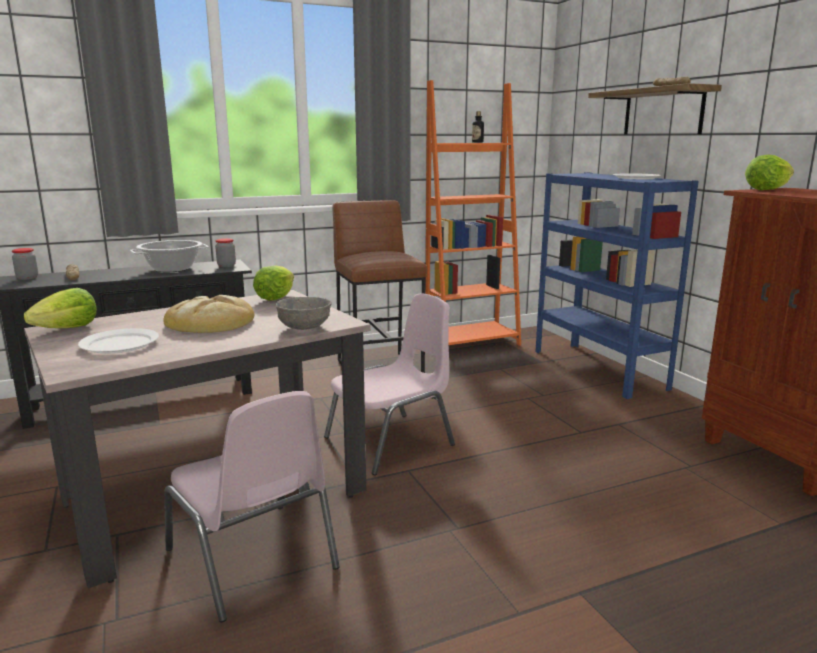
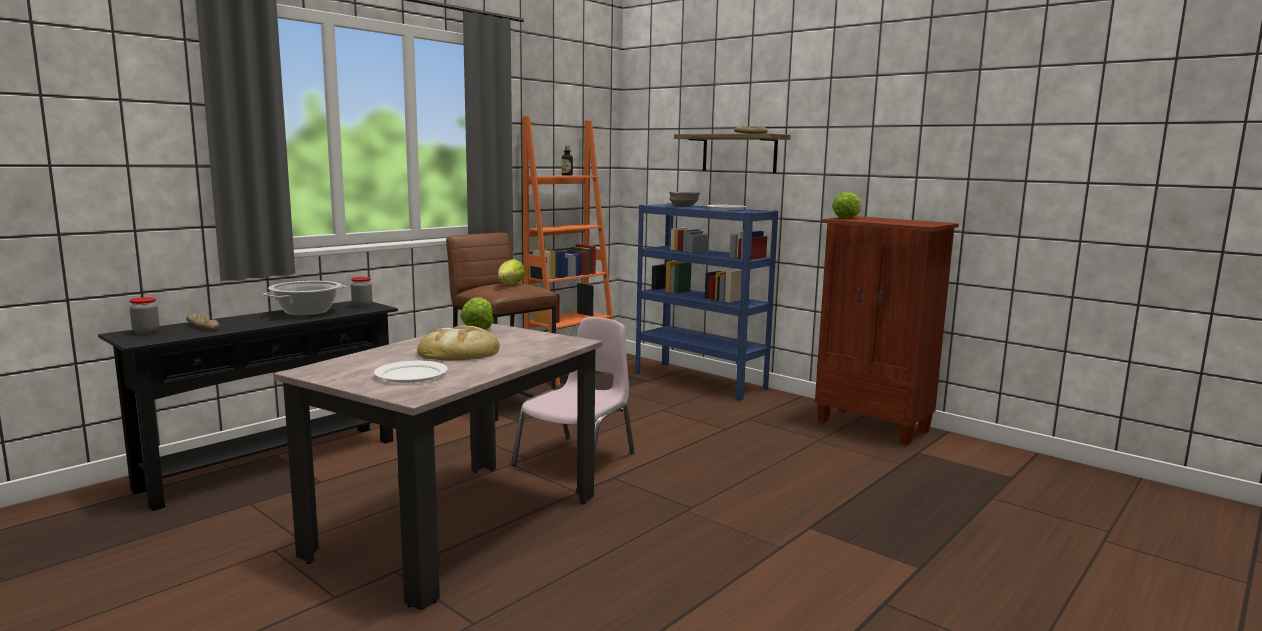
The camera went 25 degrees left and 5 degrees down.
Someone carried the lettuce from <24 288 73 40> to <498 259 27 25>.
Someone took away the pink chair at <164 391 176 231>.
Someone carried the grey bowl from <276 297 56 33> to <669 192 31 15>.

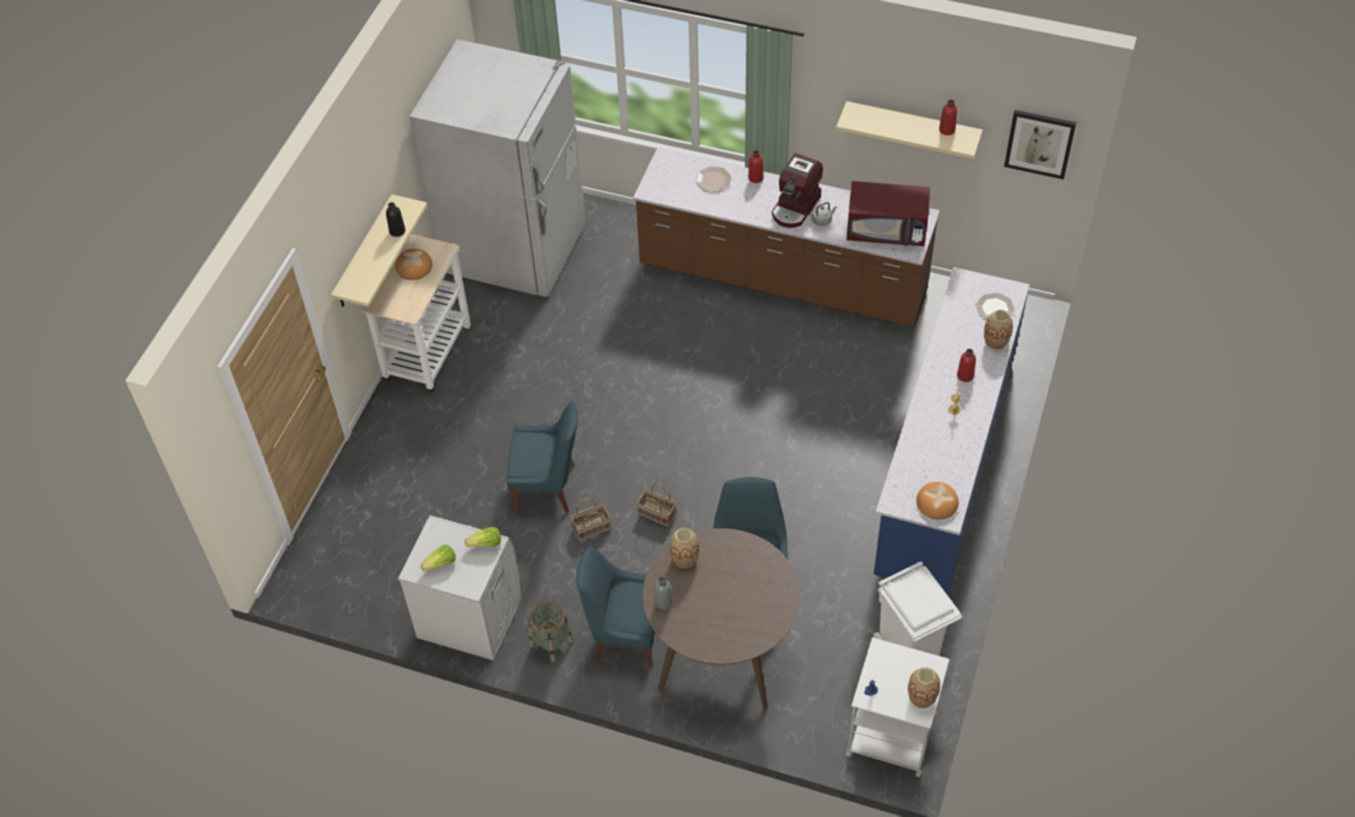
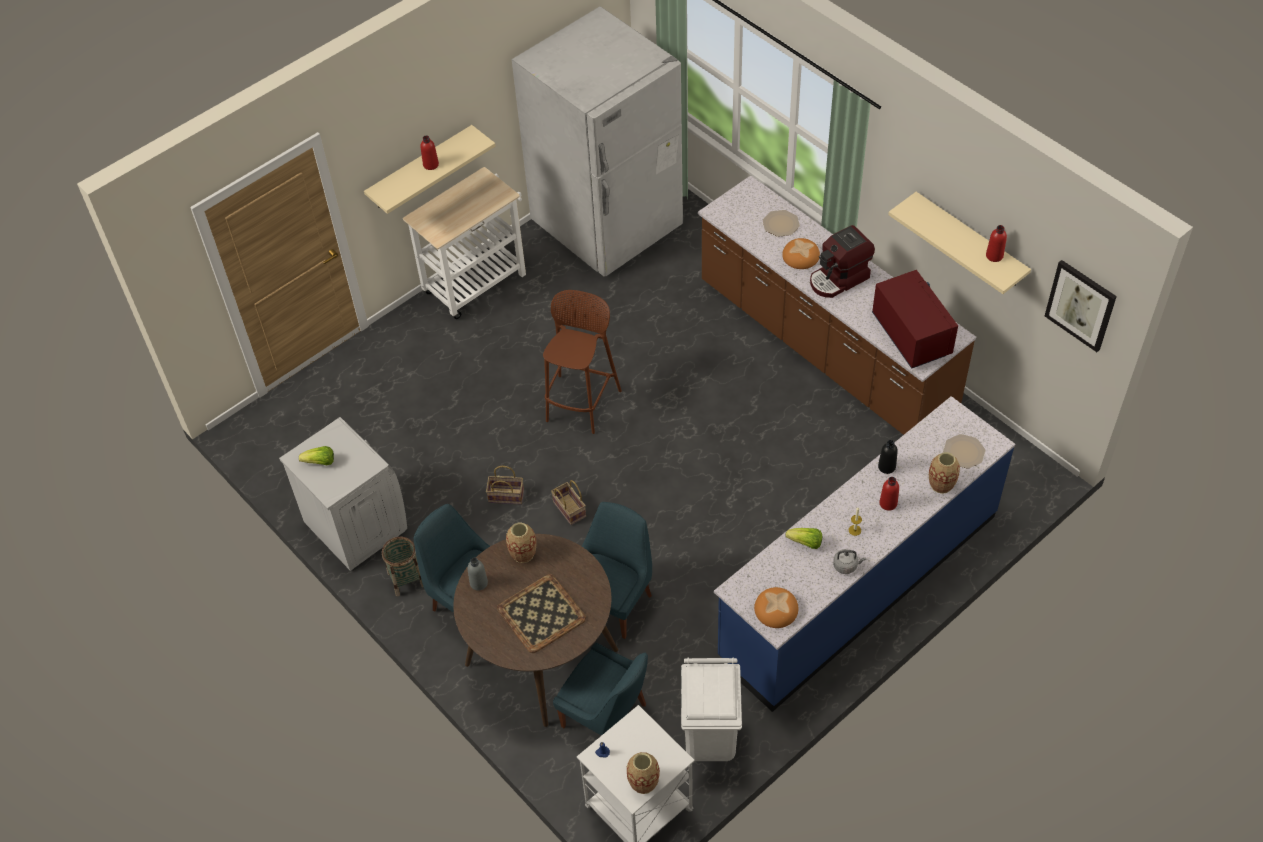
The camera went 30 degrees right and 0 degrees up.
Someone carried the black bottle from <386 202 19 35> to <878 440 20 34>.
Someone carried the bread from <395 249 37 31> to <782 238 38 31>.
Someone carried the lettuce from <465 527 36 20> to <786 528 36 21>.
Someone carried the blue chair from <507 401 71 112> to <553 643 95 93>.
Someone carried the red bottle from <748 150 16 33> to <420 135 19 35>.
Someone carried the grey kettle from <811 202 26 24> to <833 549 33 25>.
Someone rotated the red microwave at <847 181 83 65> by 150 degrees counterclockwise.
Someone put down the tray at <497 574 89 79>.
Someone put down the brown stool at <543 290 79 144>.

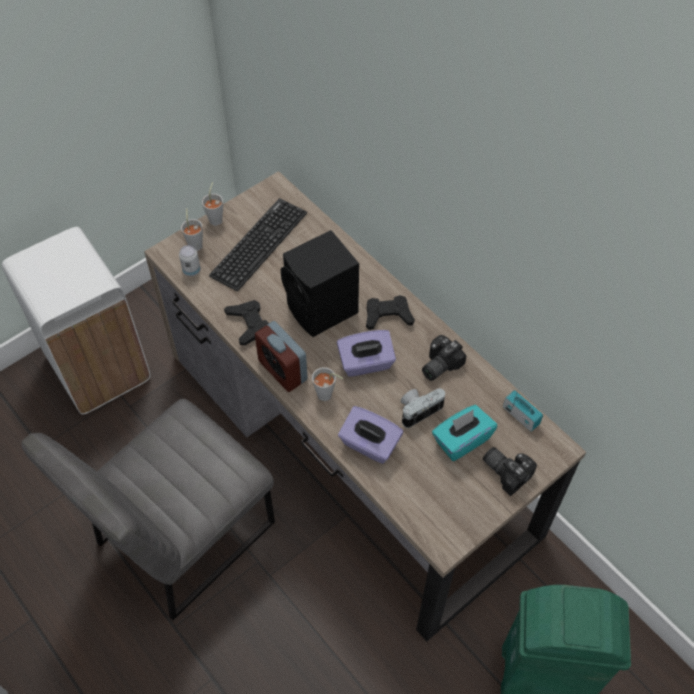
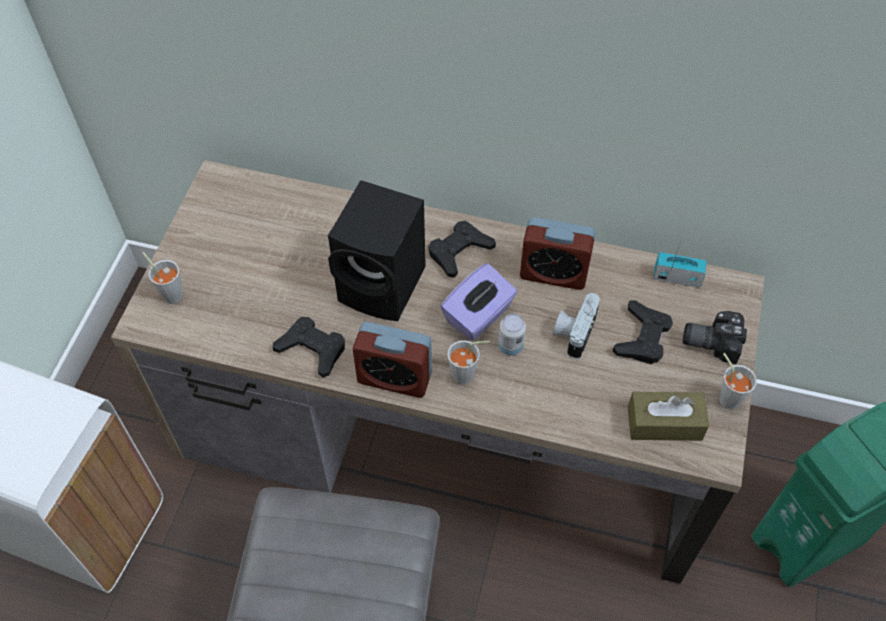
The camera went 35 degrees left and 0 degrees up.
Someone carried the can from <179 245 22 31> to <498 314 28 42>.
Someone carried the grey cup from <202 182 21 44> to <719 353 38 57>.
Someone took away the keyboard at <209 198 98 93>.
Someone took away the purple tissue box at <338 406 65 58>.
Someone swapped the photo camera at <422 335 44 46> for the alarm clock at <520 217 76 73>.
Someone swapped the turquoise tissue box at <432 405 65 56> for the black game controller at <613 300 60 64>.
Someone put down the brown tissue box at <628 392 81 49>.

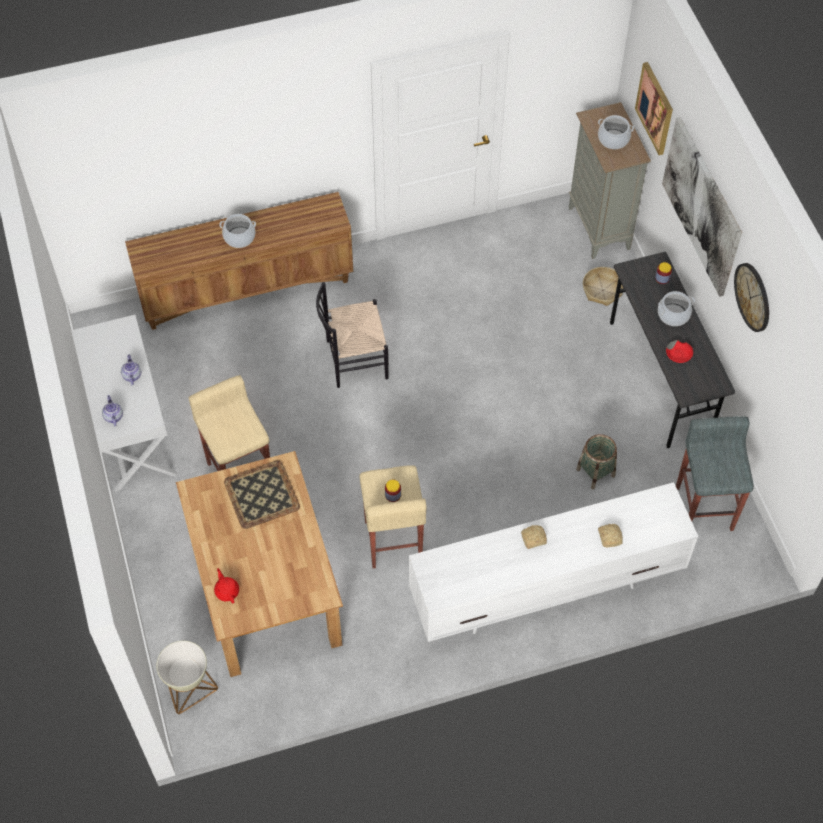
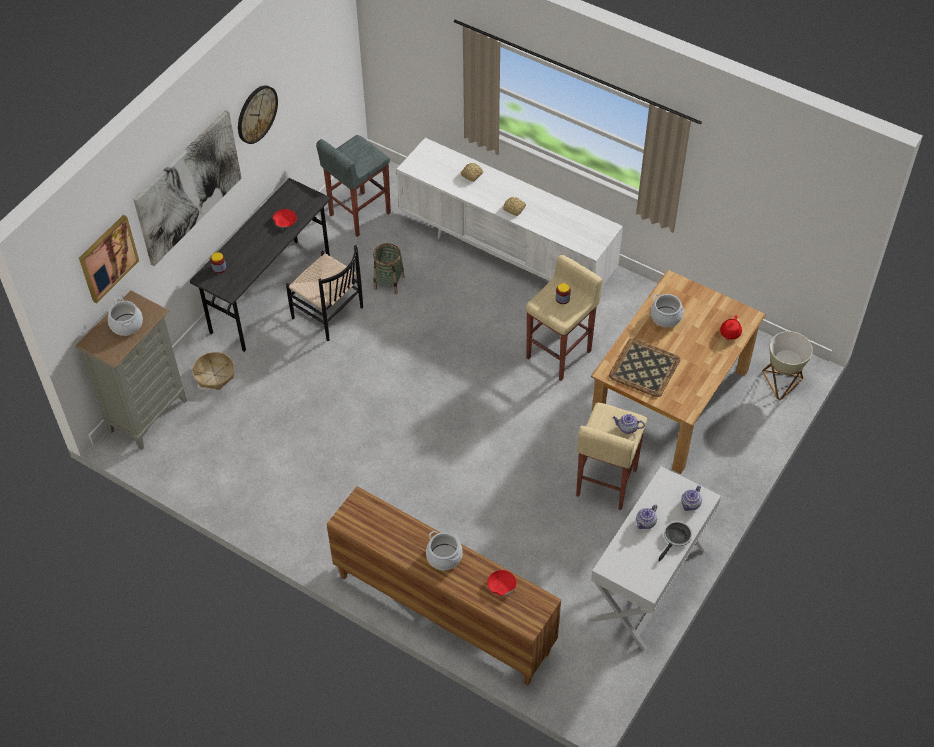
The camera went 130 degrees left and 5 degrees down.
Someone carried the black chair from <316 282 73 106> to <286 245 77 96>.
Someone carried the cooking pot from <658 291 37 35> to <650 294 34 33>.
Someone put down the red bowl at <487 570 30 26>.
Someone put down the teapot at <613 414 32 20>.
Someone put down the frying pan at <659 521 33 41>.

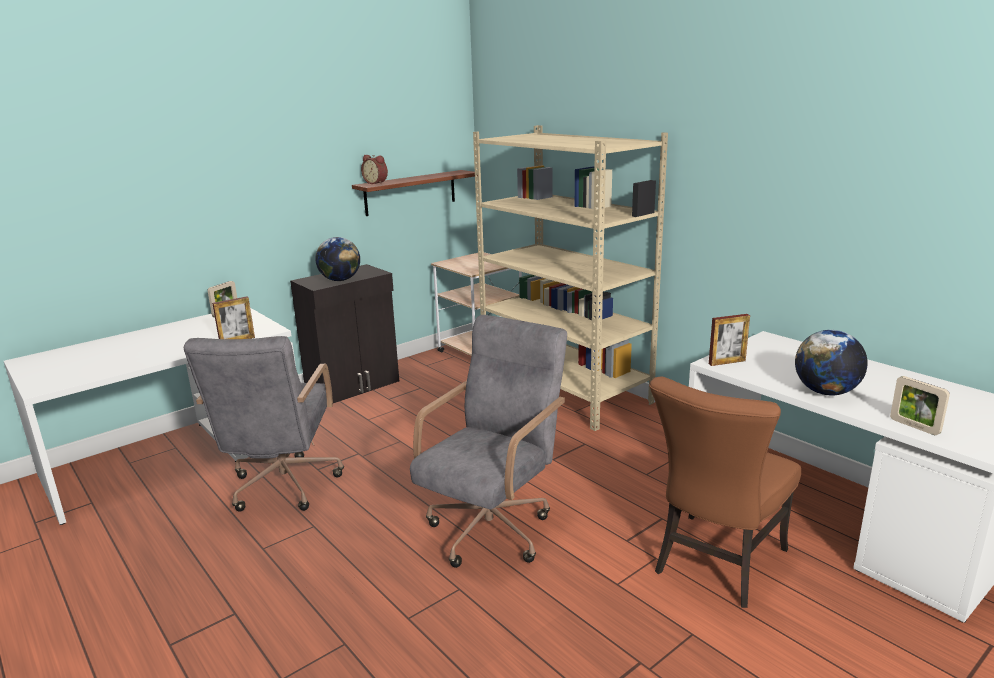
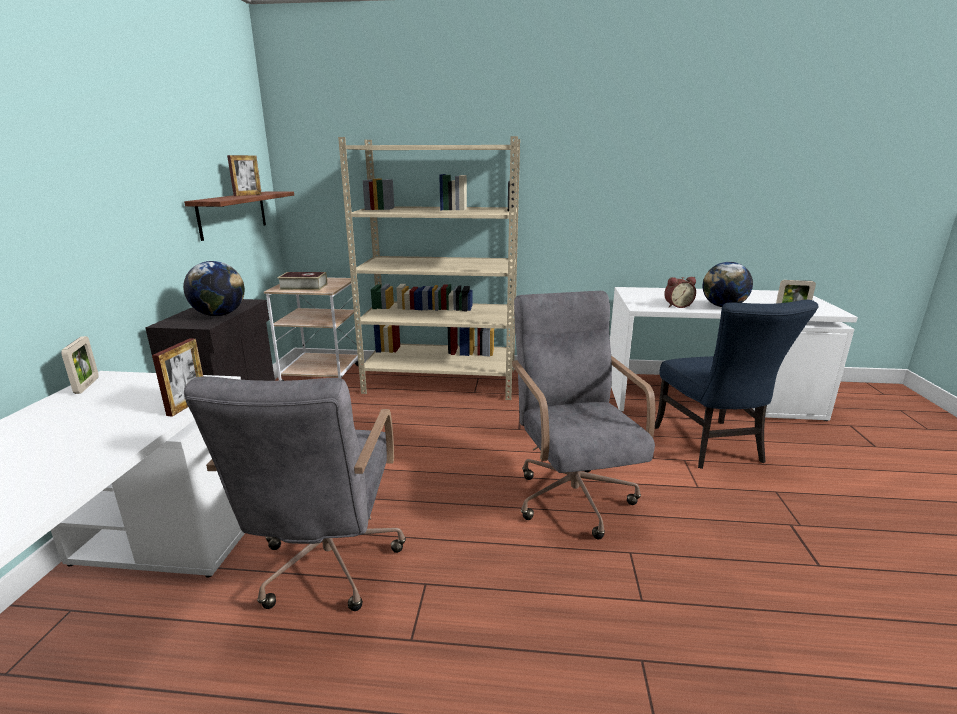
The camera went 45 degrees left and 0 degrees up.
Someone rotated the grey office chair at <184 336 160 176> by 45 degrees clockwise.
Someone carried the alarm clock from <361 155 27 29> to <664 277 32 31>.
Someone repainted the brown chair at <649 376 152 232>, which became the blue chair at <655 299 164 170>.
Someone carried the picture frame from <709 314 41 52> to <227 155 35 41>.
Someone put down the book at <277 272 50 18>.

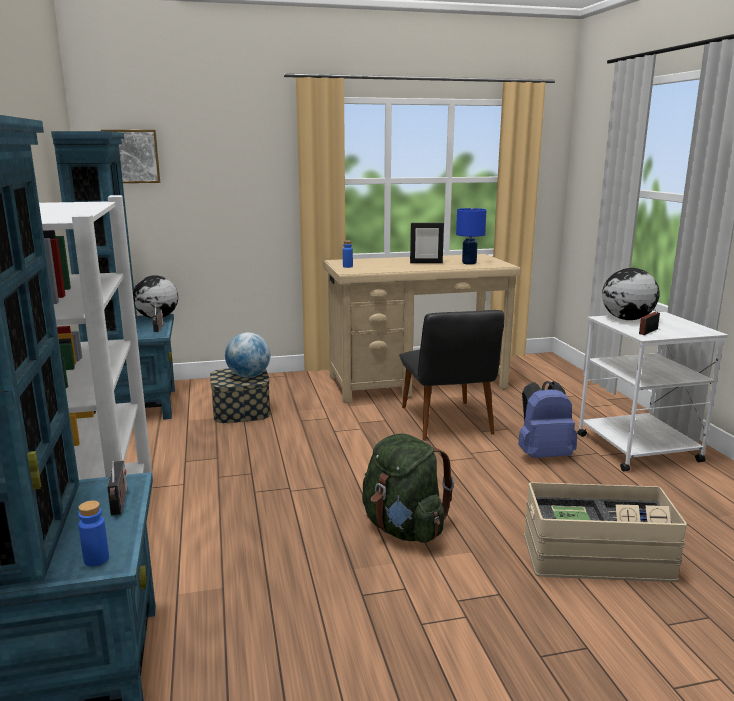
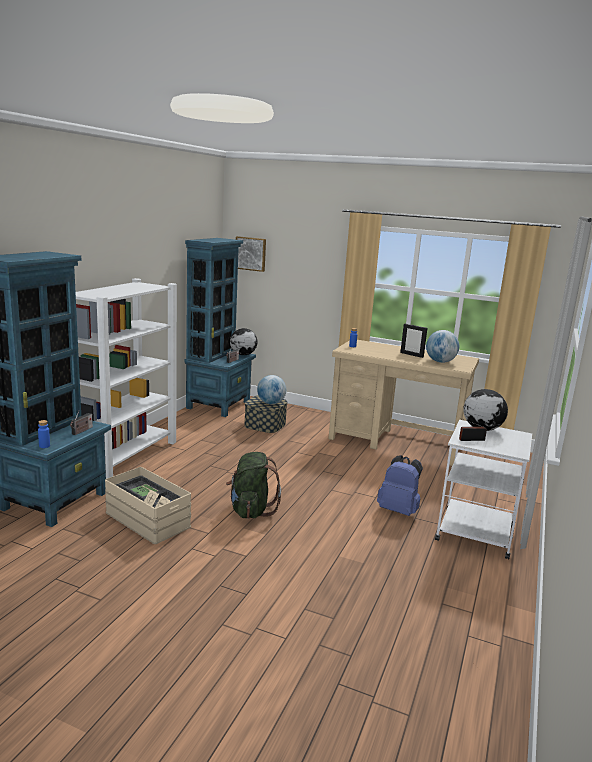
The camera went 35 degrees right and 0 degrees up.
Someone took away the black chair at <399 310 105 130>.
Someone swapped the blue table lamp at <456 208 30 57> for the globe at <426 330 33 33>.
Someone carried the beige storage box from <524 482 163 100> to <105 467 86 77>.

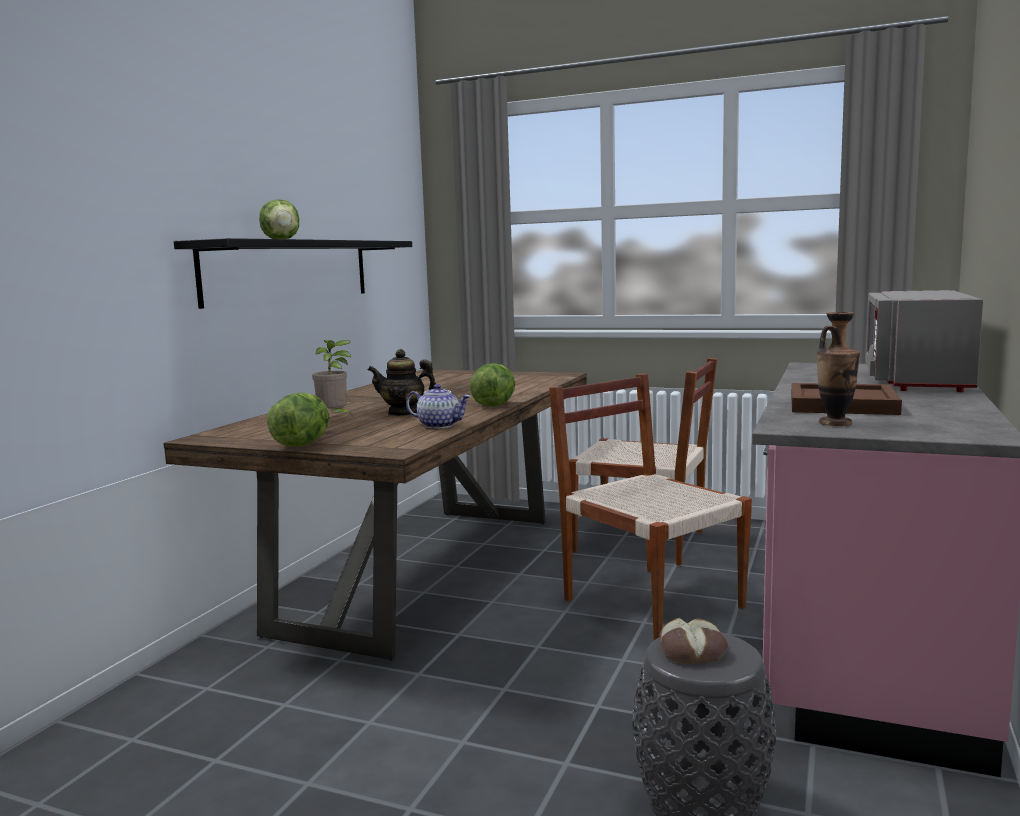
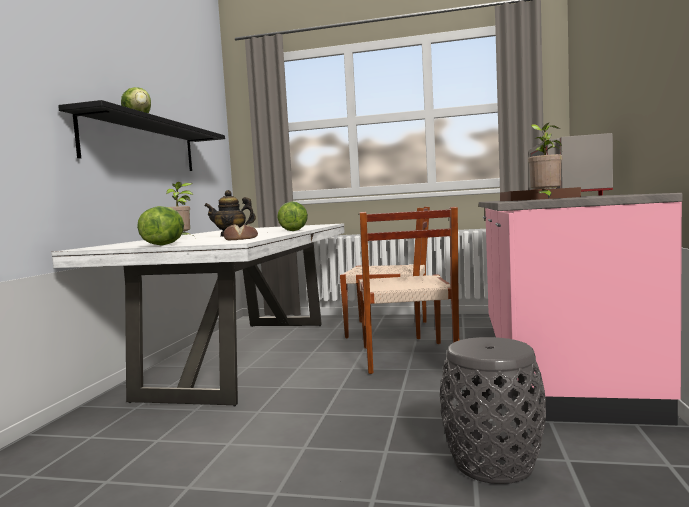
The camera went 10 degrees left and 5 degrees down.
Someone repainted the brown dining table at <163 369 424 292>, which became the white dining table at <51 223 294 184>.
Someone took away the teapot at <406 384 65 45>.
Someone rotated the chair at <549 374 203 266> by 135 degrees counterclockwise.
Someone carried the bread from <660 618 68 46> to <224 225 34 15>.
Someone swapped the vase at <817 312 43 114> for the potted plant at <528 123 34 76>.

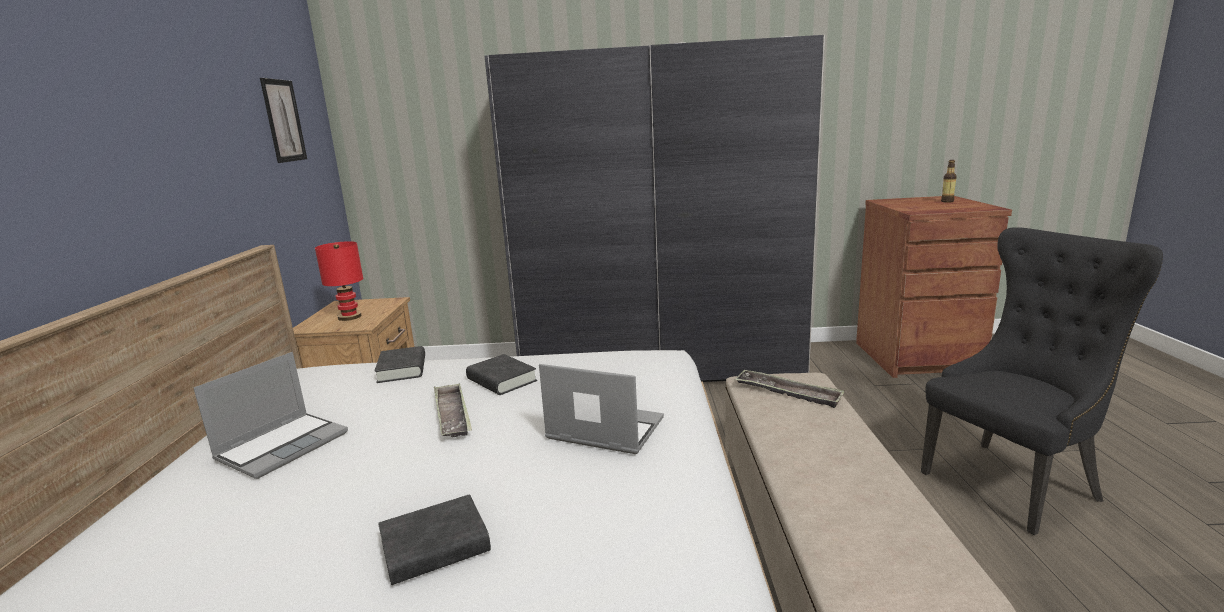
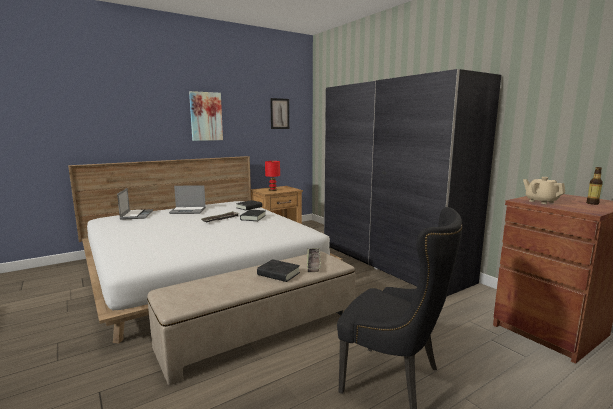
The camera went 55 degrees right and 5 degrees down.
Someone carried the black book from <378 494 113 91> to <257 259 43 23>.
Someone carried the laptop from <539 364 125 90> to <117 188 36 32>.
Someone put up the picture at <189 91 34 50>.
Someone put down the beige teapot at <523 177 42 27>.

